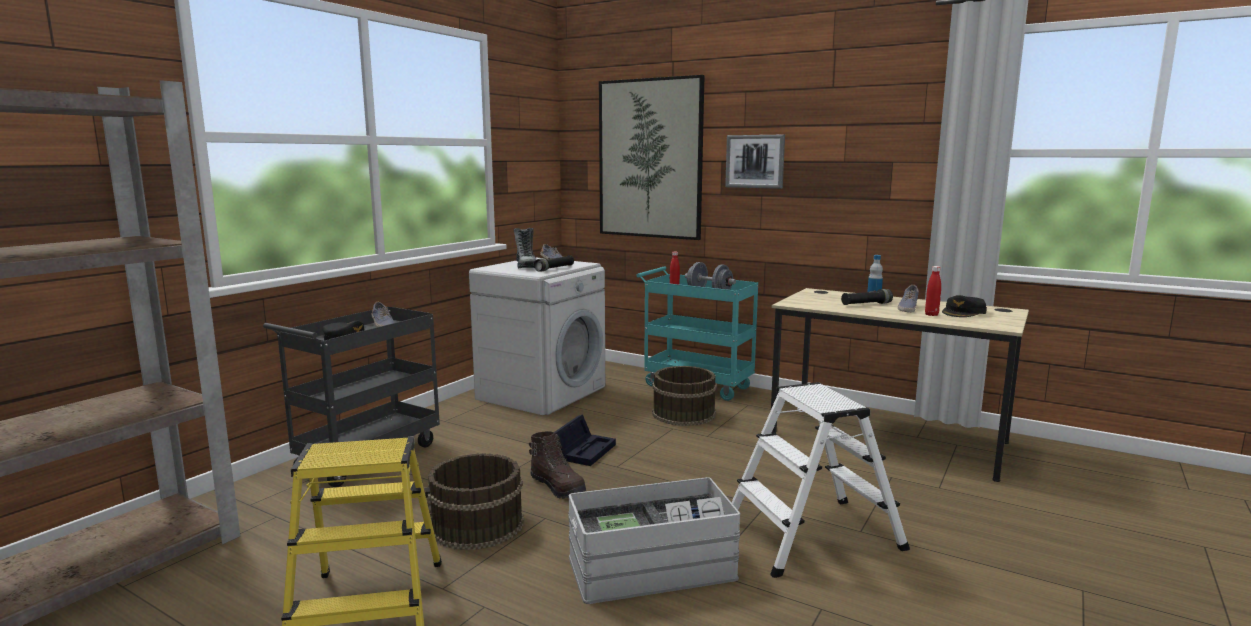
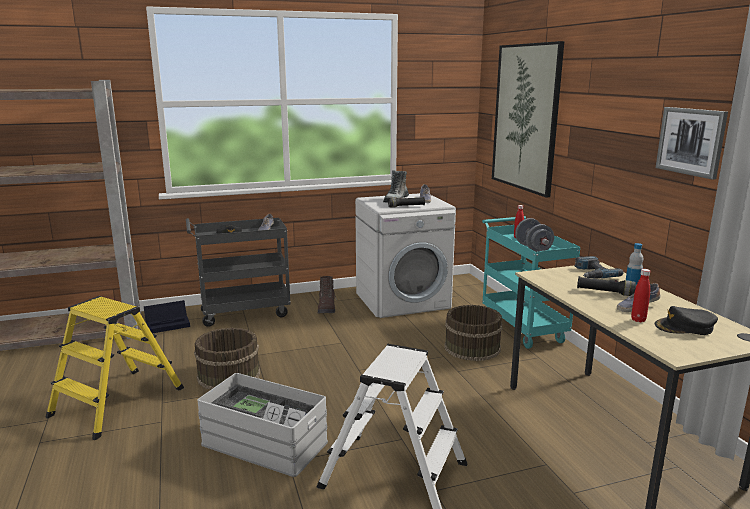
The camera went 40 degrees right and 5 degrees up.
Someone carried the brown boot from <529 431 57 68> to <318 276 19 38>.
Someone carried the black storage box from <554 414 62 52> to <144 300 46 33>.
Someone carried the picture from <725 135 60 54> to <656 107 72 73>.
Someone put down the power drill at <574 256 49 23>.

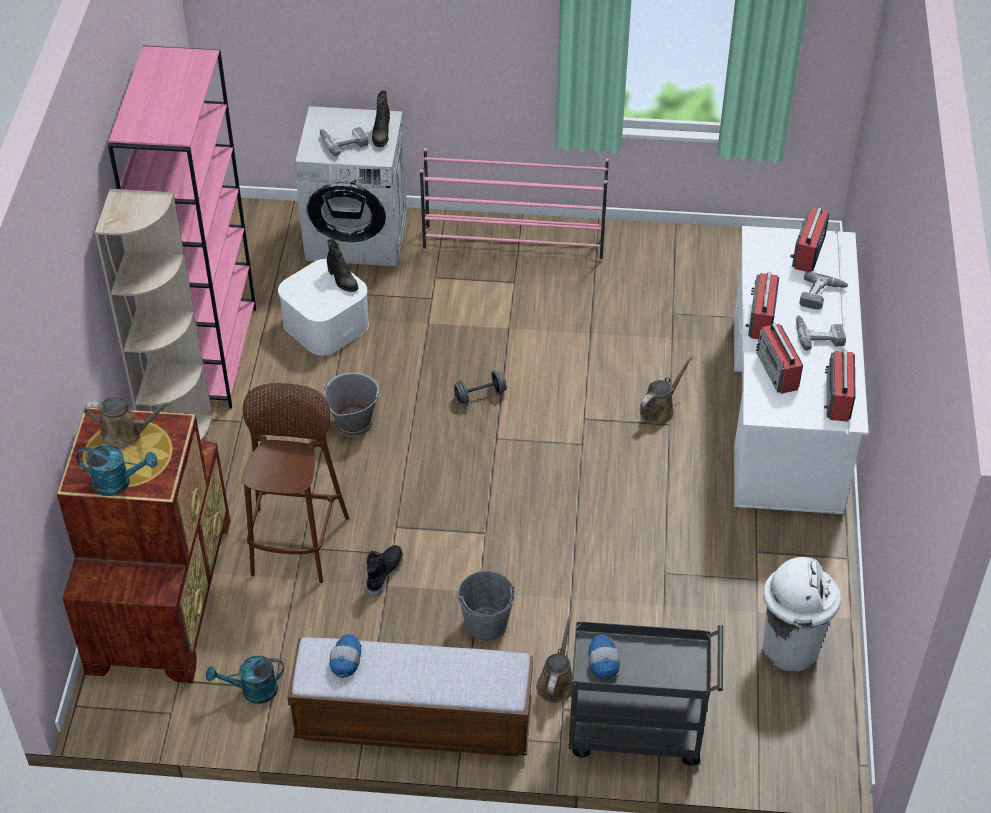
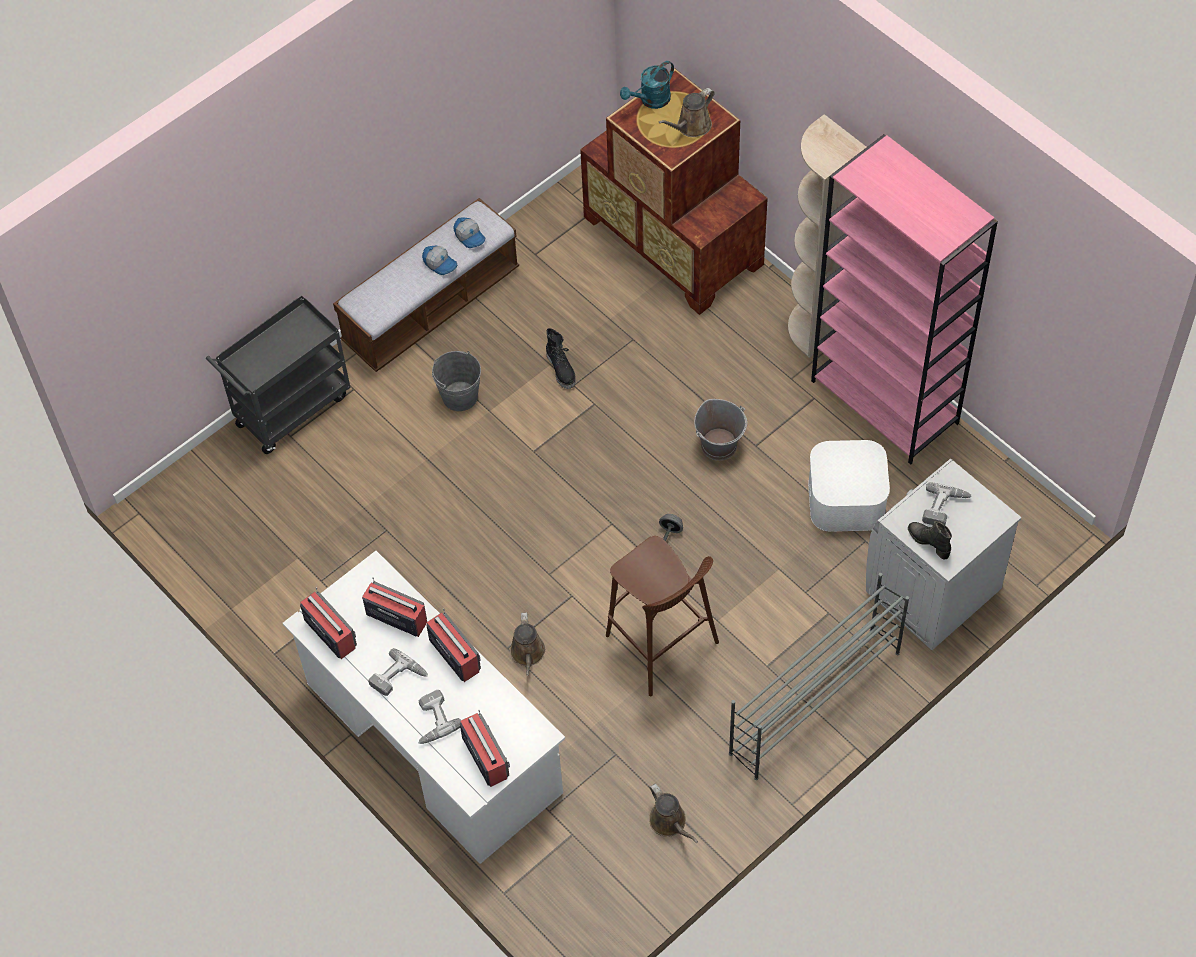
The camera went 135 degrees right and 10 degrees up.
Someone took away the turquoise watering can at <206 655 78 49>.
Someone carried the brown stool from <242 383 107 200> to <606 536 113 160>.
Someone took away the black boot at <327 239 31 53>.
Someone repainted the pink shoe rack at <420 148 189 113>, which became the grey shoe rack at <729 573 180 207>.
Someone carried the brown watering can from <536 613 37 90> to <649 784 49 59>.
Someone carried the cap from <589 635 31 45> to <422 246 35 29>.
Someone took away the white trash can at <763 557 78 115>.

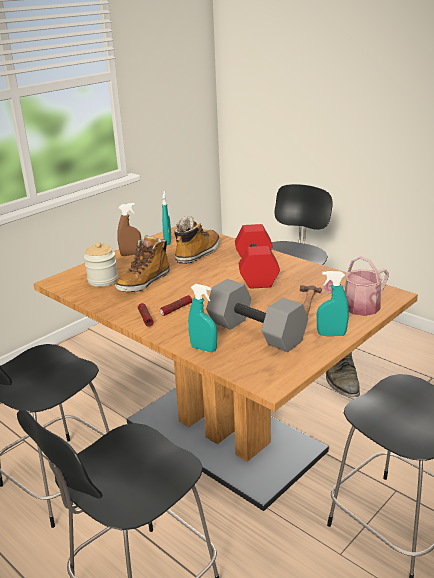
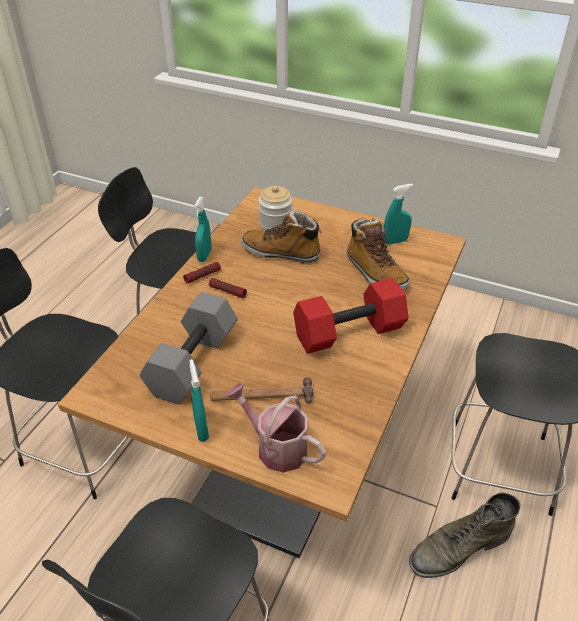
The camera went 70 degrees right and 15 degrees up.
Someone took away the brown spray bottle at <117 203 24 53>.
Someone rotated the boot at <174 216 46 48> by 45 degrees clockwise.
Someone carried the turquoise spray bottle from <188 284 29 68> to <194 197 17 65>.

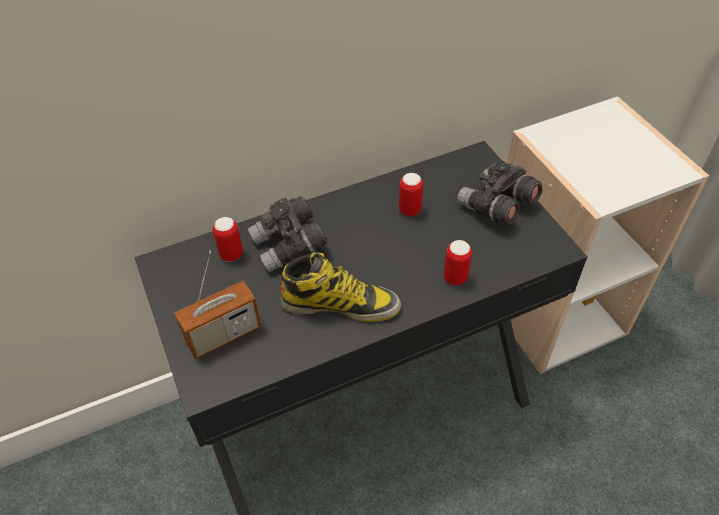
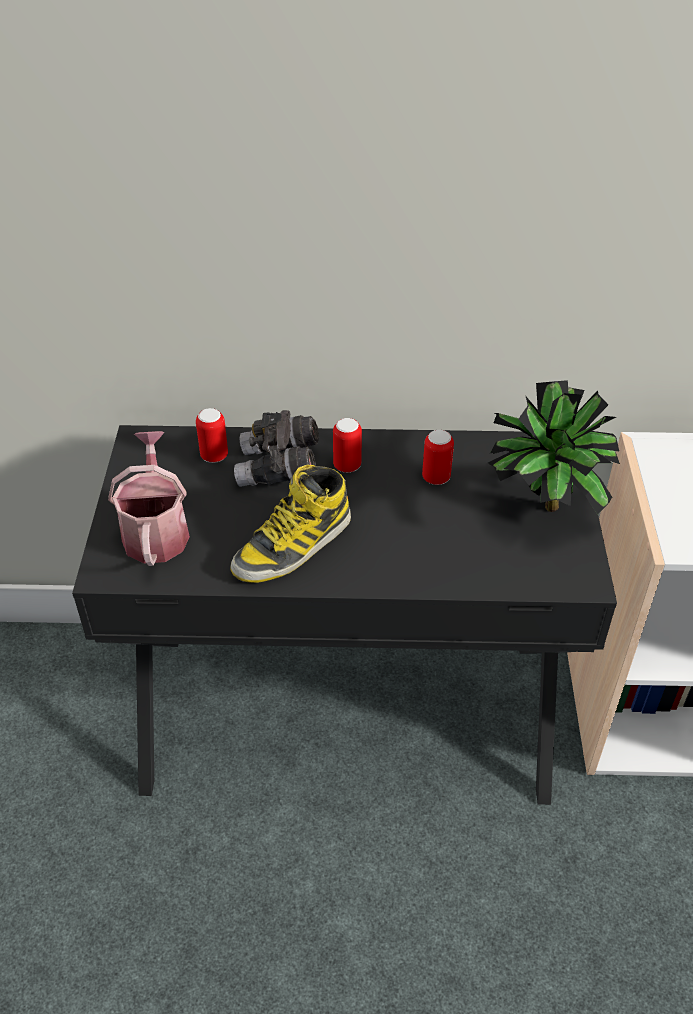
The camera went 25 degrees right and 5 degrees down.
Someone swapped the radio at <174 250 87 109> for the watering can at <108 431 82 135>.
Someone rotated the boot at <281 252 120 70> by 105 degrees clockwise.
Someone carried the can from <444 240 28 46> to <333 418 29 55>.
Someone swapped the grey binoculars at <457 160 85 64> for the potted plant at <488 380 132 135>.

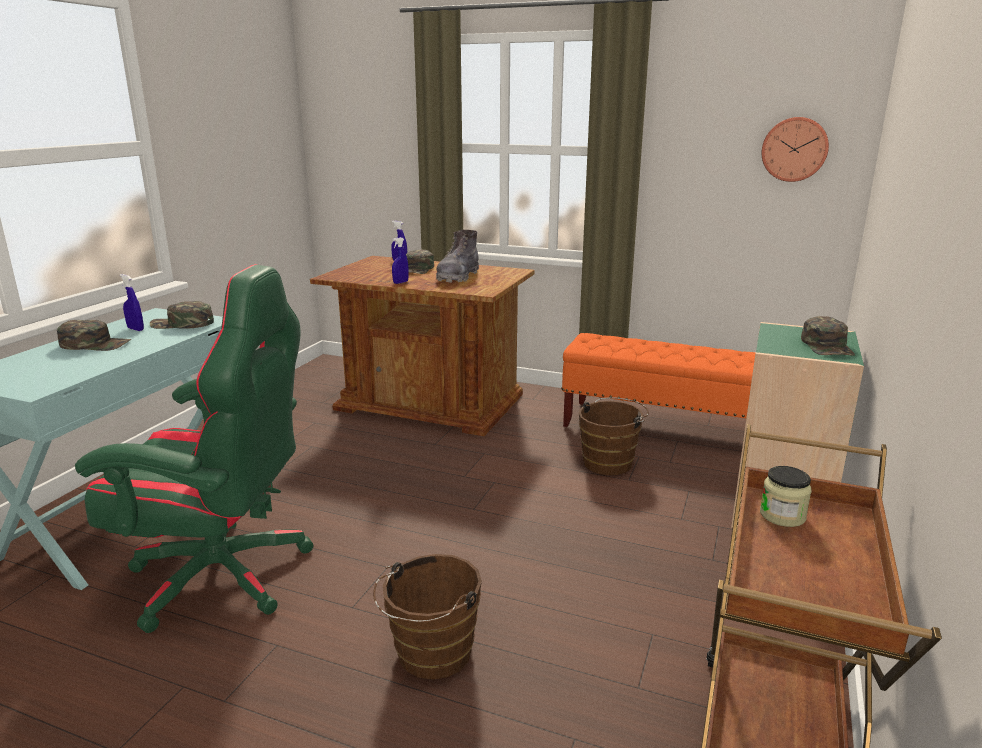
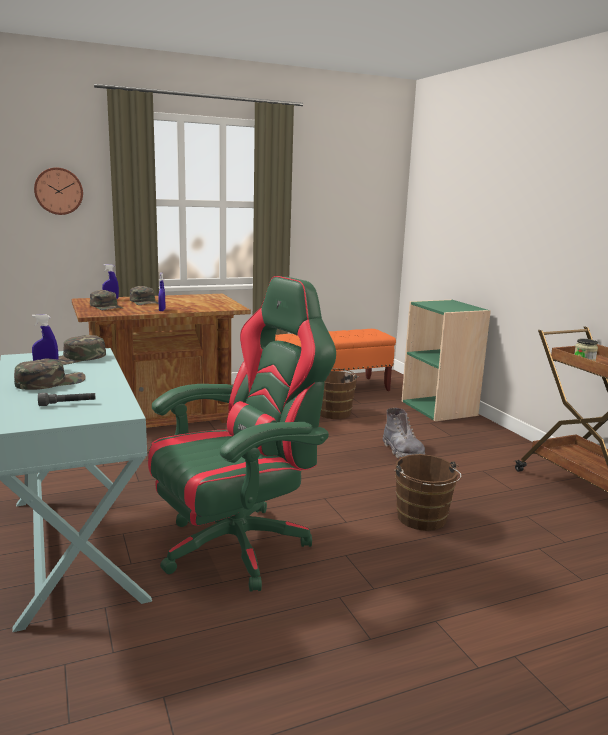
The camera went 45 degrees left and 5 degrees down.
Someone carried the grey boot from <436 230 43 52> to <383 408 42 50>.
Someone carried the wall clock from <762 117 67 65> to <34 167 49 48>.
Someone carried the green cap from <801 316 54 40> to <90 290 33 20>.
Someone put down the grey flashlight at <38 393 57 13>.

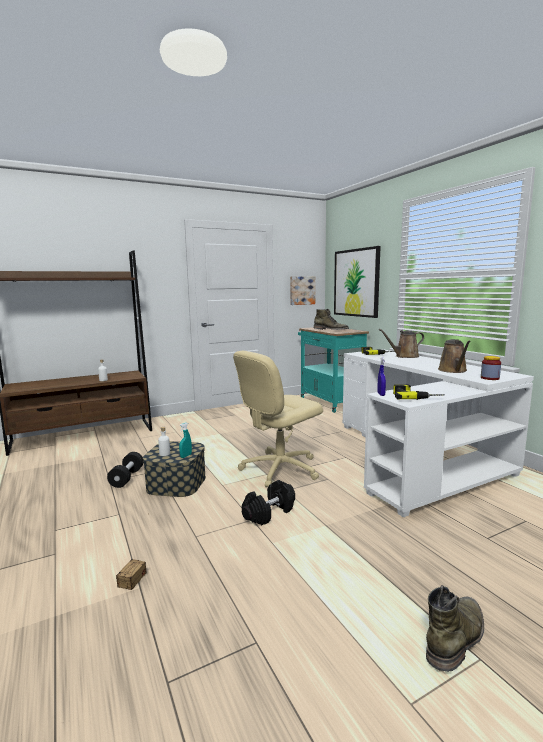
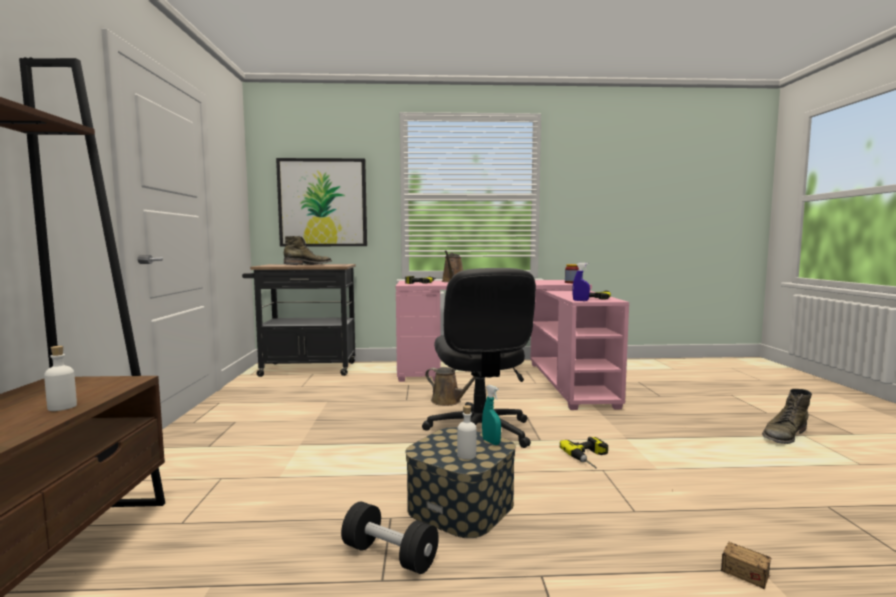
The camera went 65 degrees left and 5 degrees down.
Someone repainted the beige office chair at <233 351 90 136>, which became the black office chair at <422 268 114 180>.
Someone swapped the black dumbbell at <242 480 53 45> for the power drill at <560 437 48 31>.
Someone took away the picture at <290 276 26 29>.
Someone repainted the turquoise cart at <298 327 71 86>, which became the black cart at <242 264 114 113>.
Someone repainted the white desk at <343 349 191 168>, which became the pink desk at <396 280 233 130>.
Someone rotated the green boot at <426 585 58 87> by 105 degrees counterclockwise.
Someone carried the brown watering can from <438 339 33 34> to <425 367 50 39>.

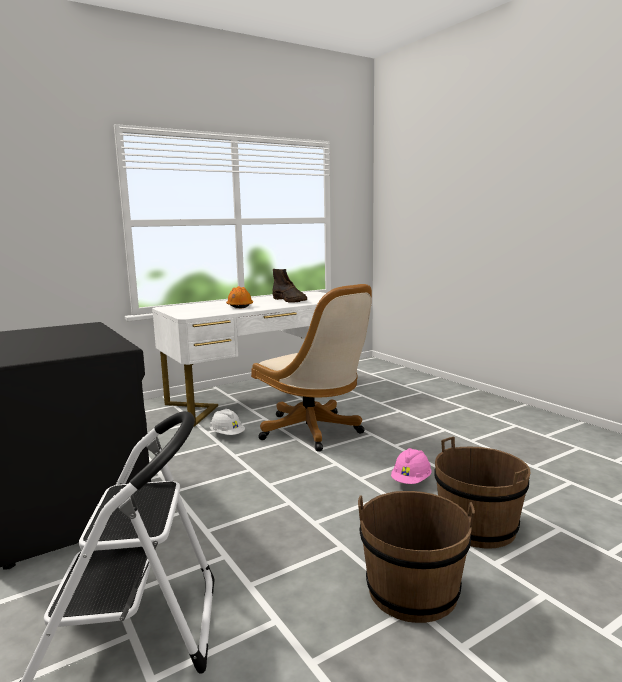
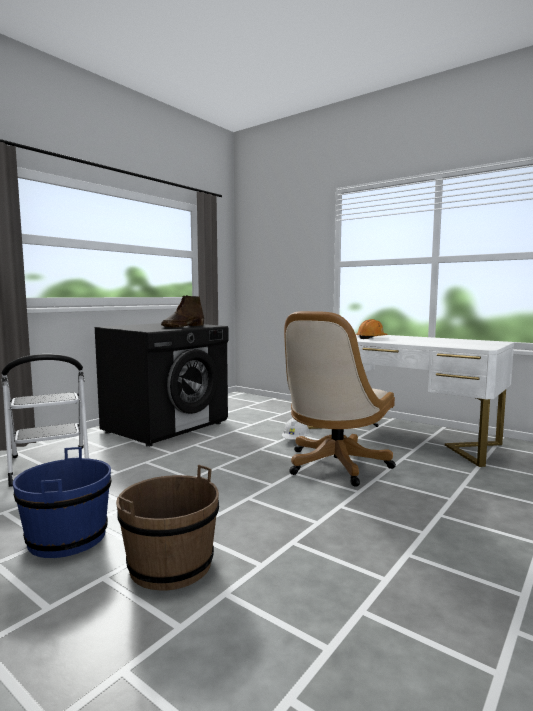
The camera went 70 degrees right and 5 degrees down.
Someone carried the brown boot from <272 269 35 34> to <161 295 43 33>.
Someone repainted the brown bucket at <358 491 117 132>, which became the blue bucket at <13 447 99 111>.
Someone took away the pink hard hat at <391 448 41 36>.

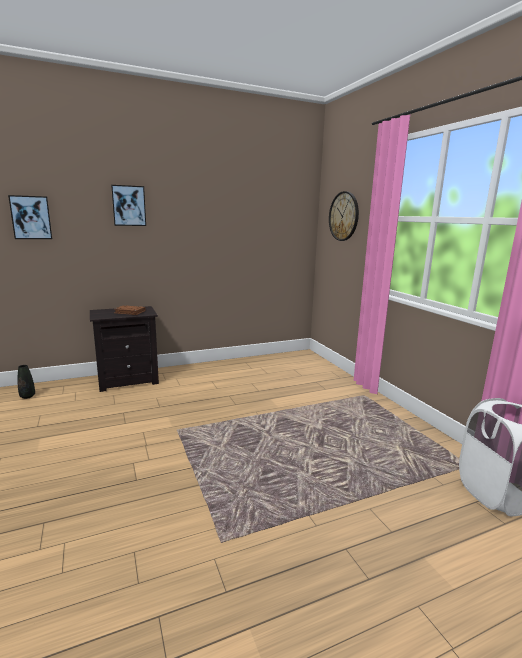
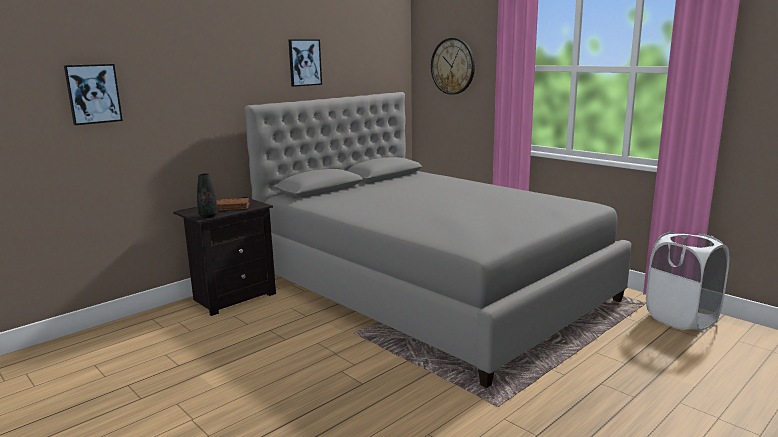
The camera went 20 degrees left and 0 degrees up.
Someone carried the black vase from <18 365 17 34> to <197 173 21 45>.
Someone carried the picture from <111 185 35 41> to <288 39 34 48>.
Someone put down the grey bed at <244 92 387 296>.

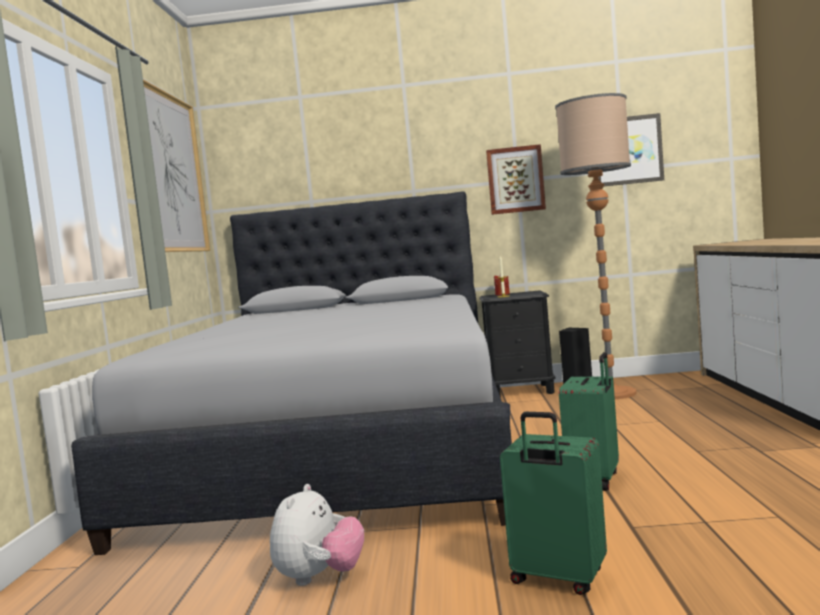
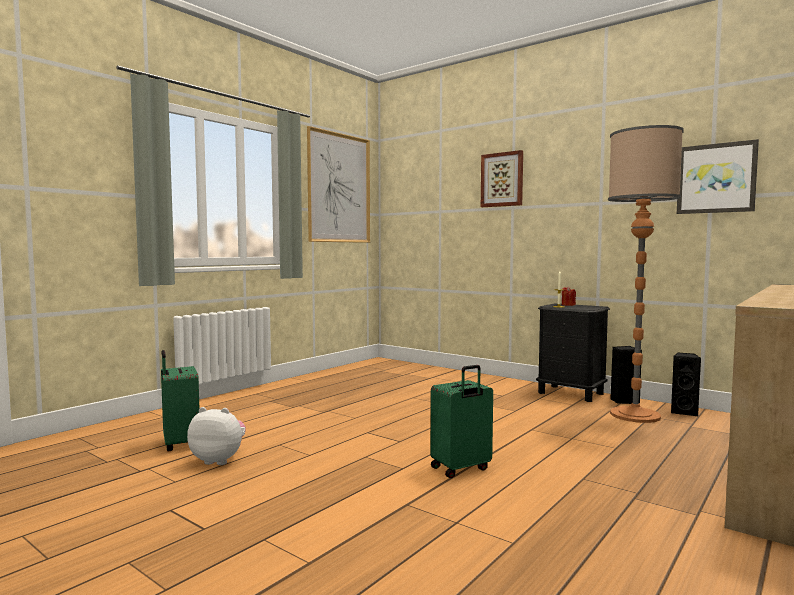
The camera went 35 degrees right and 0 degrees up.
Someone took away the grey bed at <71 192 441 363>.
Someone rotated the plush toy at <270 484 94 102> by 135 degrees counterclockwise.
Someone carried the picture from <486 144 60 71> to <481 150 42 57>.
Someone carried the green suitcase from <500 412 107 183> to <161 350 39 101>.
Someone put down the black speaker at <671 353 30 63>.

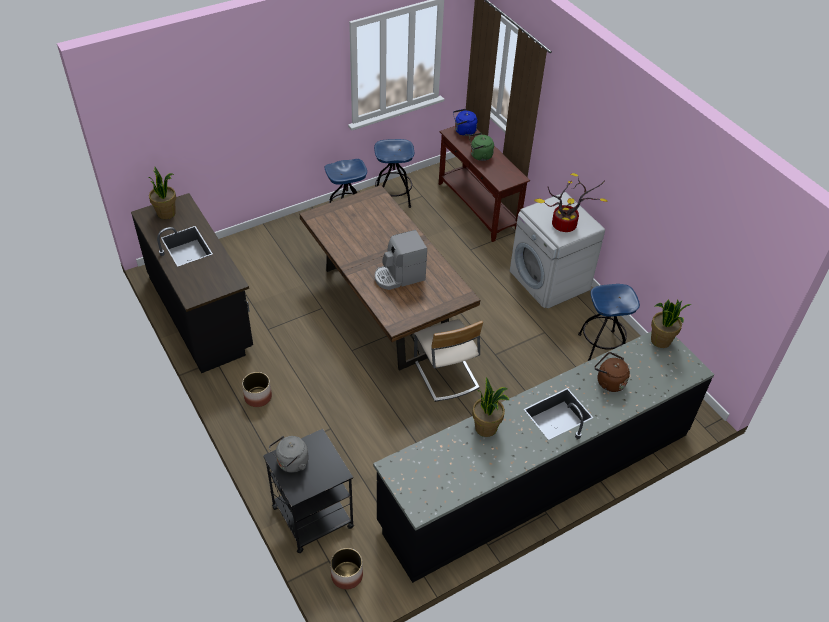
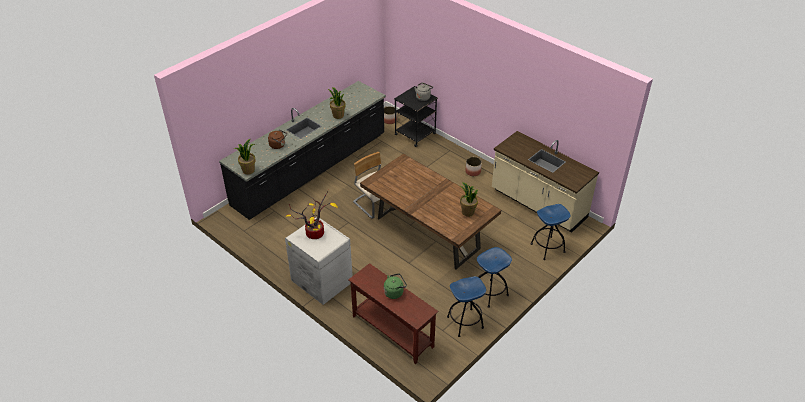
The camera went 165 degrees right and 5 degrees down.
Someone repainted the black counter at <131 193 122 180>, which became the beige counter at <492 131 107 101>.
Someone carried the potted plant from <148 167 28 52> to <459 183 19 34>.
Someone took away the coffee machine at <375 230 52 60>.
Someone took away the blue kettle at <453 109 25 27>.
Someone carried the blue stool from <578 284 62 77> to <531 204 40 56>.

